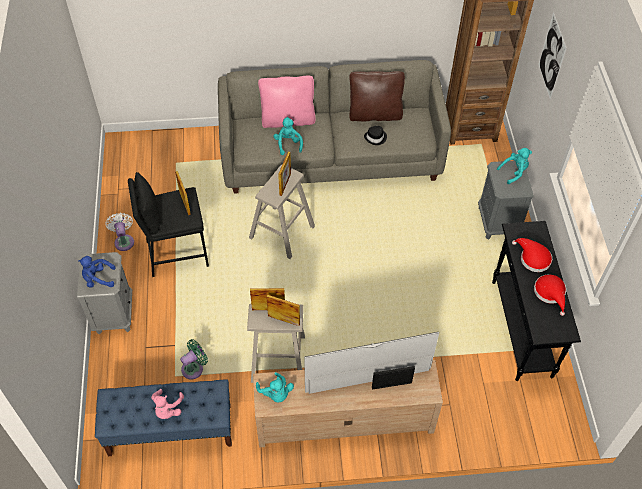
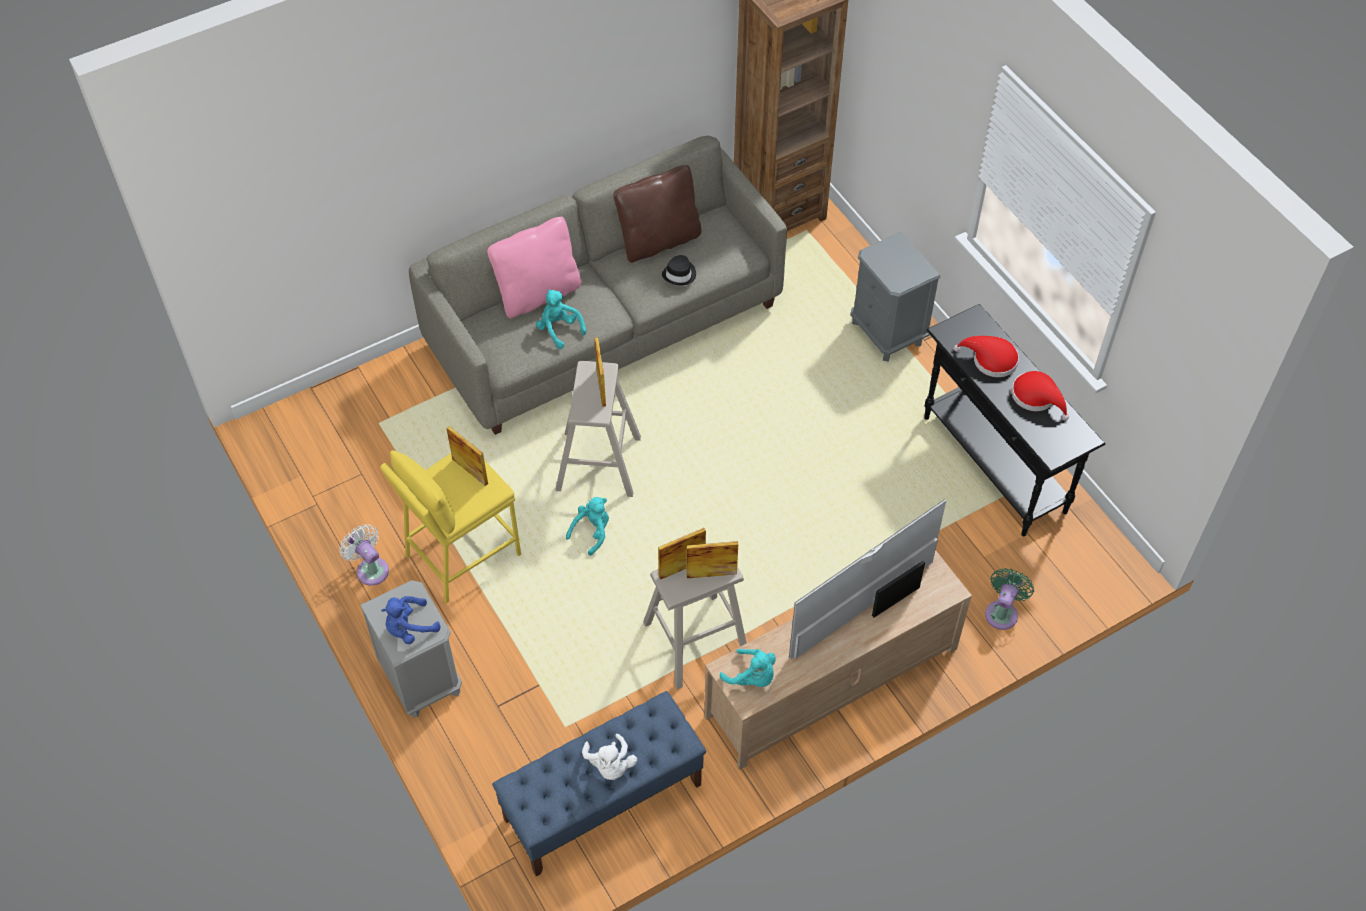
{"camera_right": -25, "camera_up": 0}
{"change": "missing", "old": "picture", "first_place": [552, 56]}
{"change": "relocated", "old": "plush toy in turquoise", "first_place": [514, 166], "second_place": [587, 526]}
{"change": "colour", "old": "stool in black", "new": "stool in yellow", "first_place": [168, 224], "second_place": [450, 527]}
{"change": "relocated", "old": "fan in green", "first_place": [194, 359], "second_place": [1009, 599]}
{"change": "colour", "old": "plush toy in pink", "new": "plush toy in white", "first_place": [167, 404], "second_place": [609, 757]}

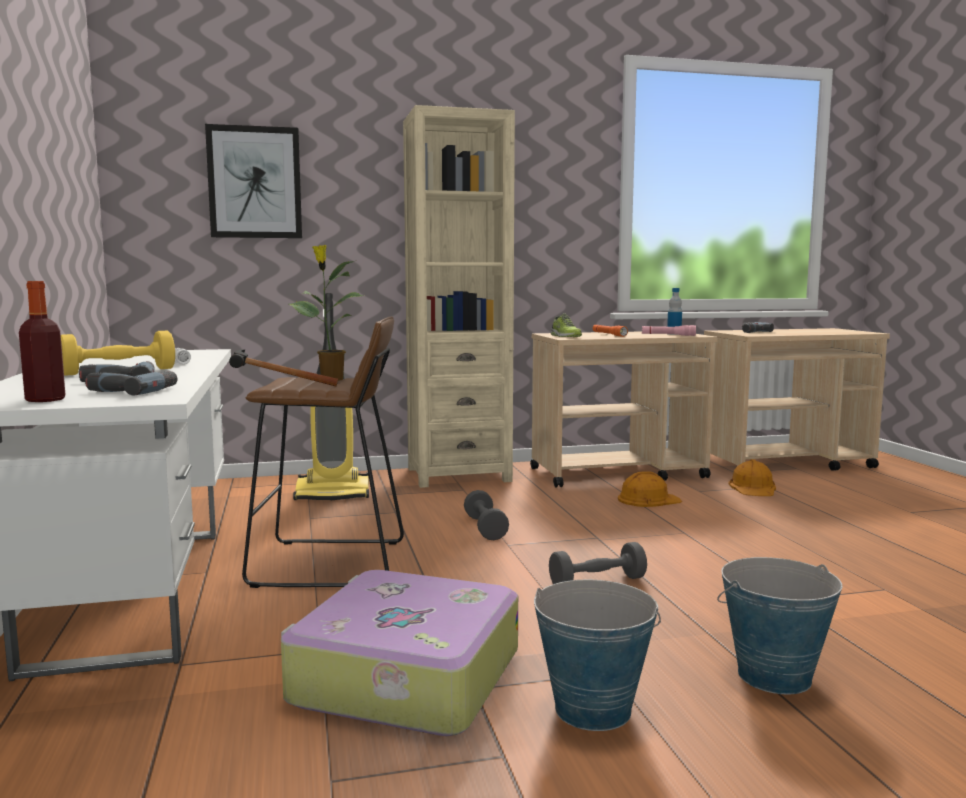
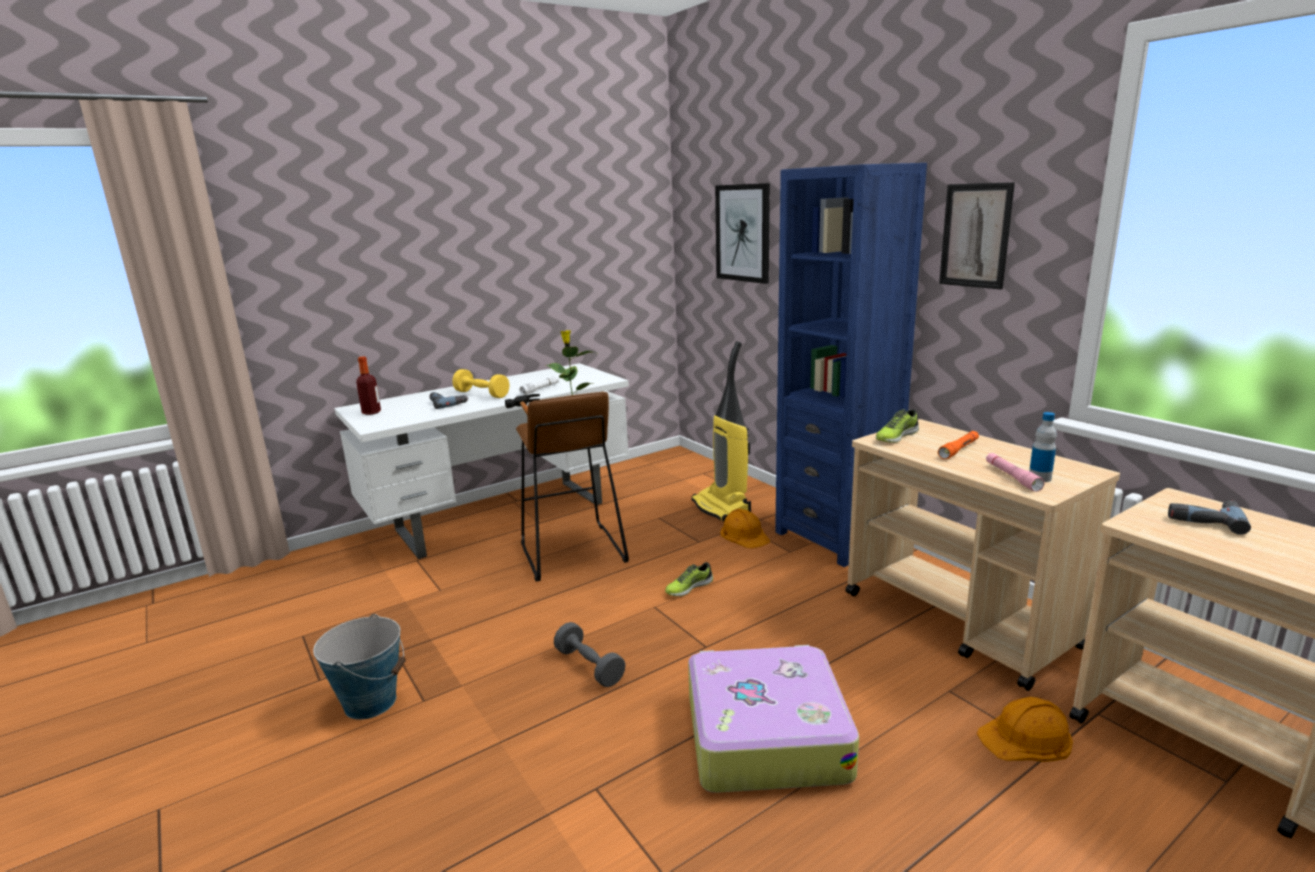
{"camera_right": 70, "camera_up": 10}
{"change": "colour", "old": "bookcase in beige", "new": "bookcase in blue", "first_place": [459, 296], "second_place": [851, 365]}
{"change": "missing", "old": "power drill", "first_place": [131, 383]}
{"change": "relocated", "old": "hard hat in orange", "first_place": [650, 489], "second_place": [745, 528]}
{"change": "exchanged", "old": "dumbbell in grey", "new": "shoe", "first_place": [486, 515], "second_place": [689, 579]}
{"change": "missing", "old": "bucket", "first_place": [779, 625]}
{"change": "relocated", "old": "suitcase", "first_place": [399, 653], "second_place": [773, 719]}
{"change": "appeared", "new": "picture", "second_place": [977, 235]}

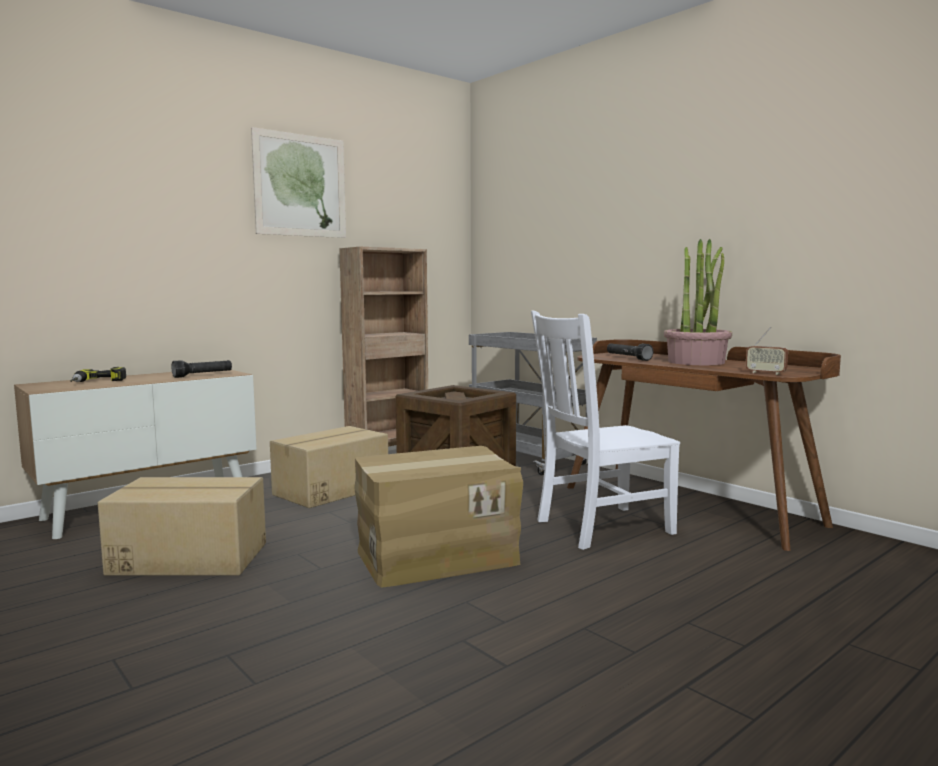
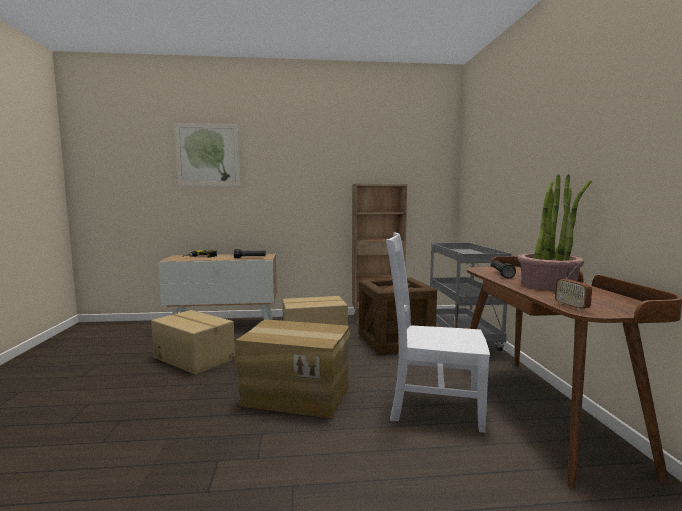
{"camera_right": 35, "camera_up": 0}
{"change": "relocated", "old": "picture", "first_place": [298, 182], "second_place": [207, 154]}

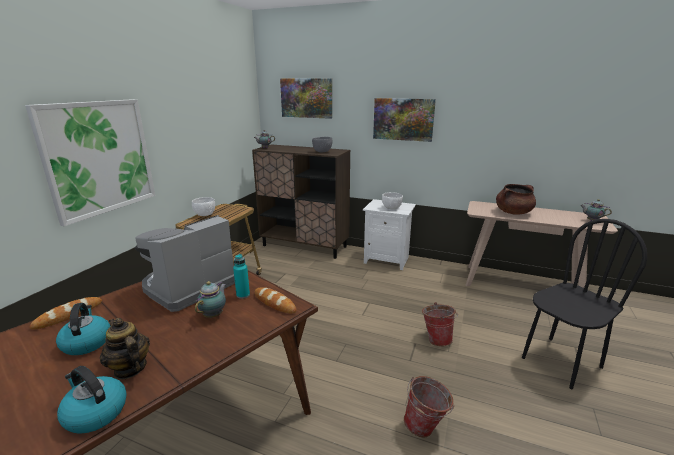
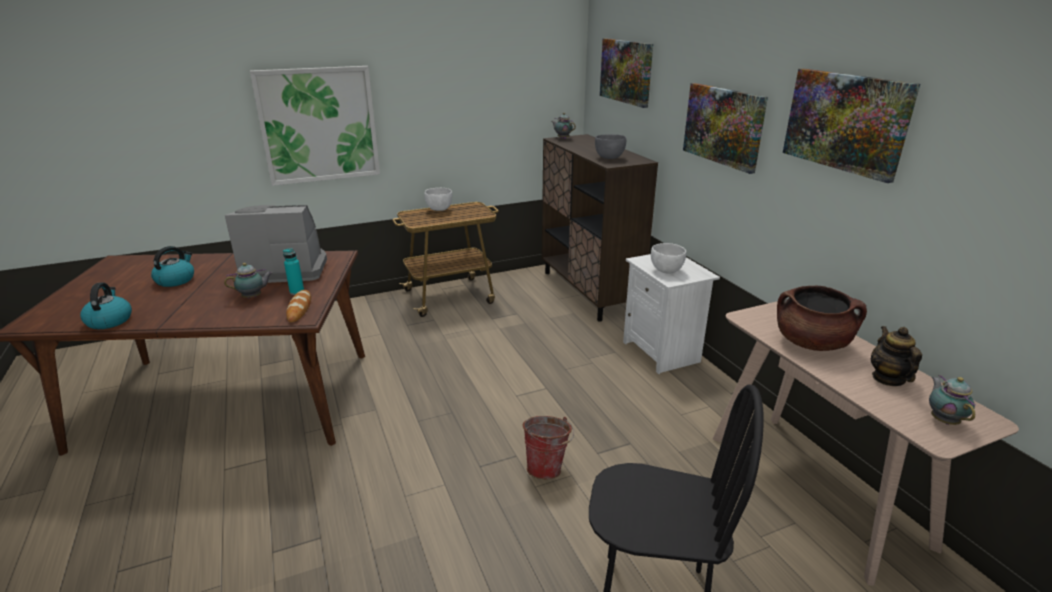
{"camera_right": 45, "camera_up": 5}
{"change": "missing", "old": "bread", "first_place": [66, 313]}
{"change": "relocated", "old": "teapot", "first_place": [125, 349], "second_place": [896, 356]}
{"change": "missing", "old": "bucket", "first_place": [429, 406]}
{"change": "appeared", "new": "picture", "second_place": [851, 126]}

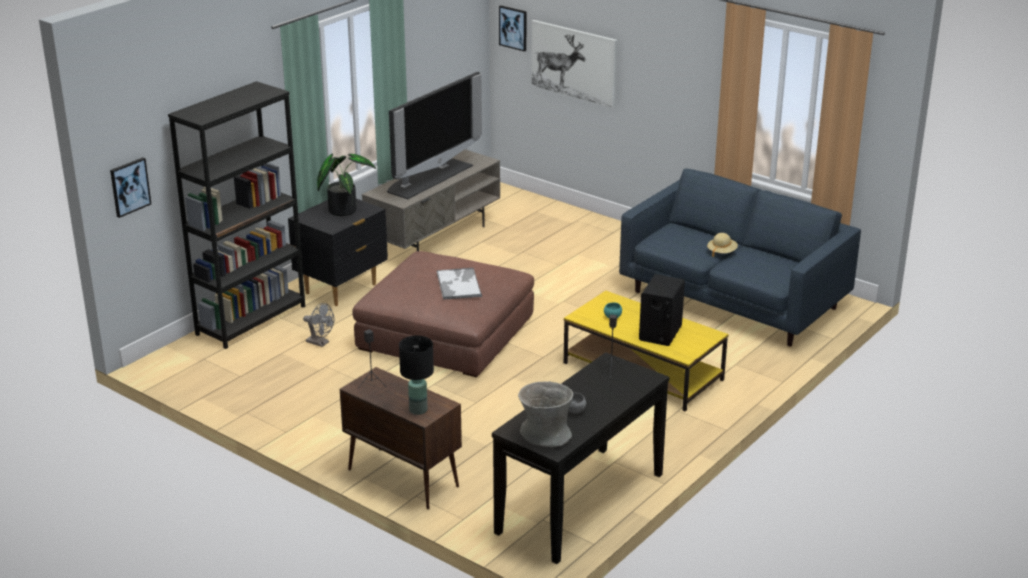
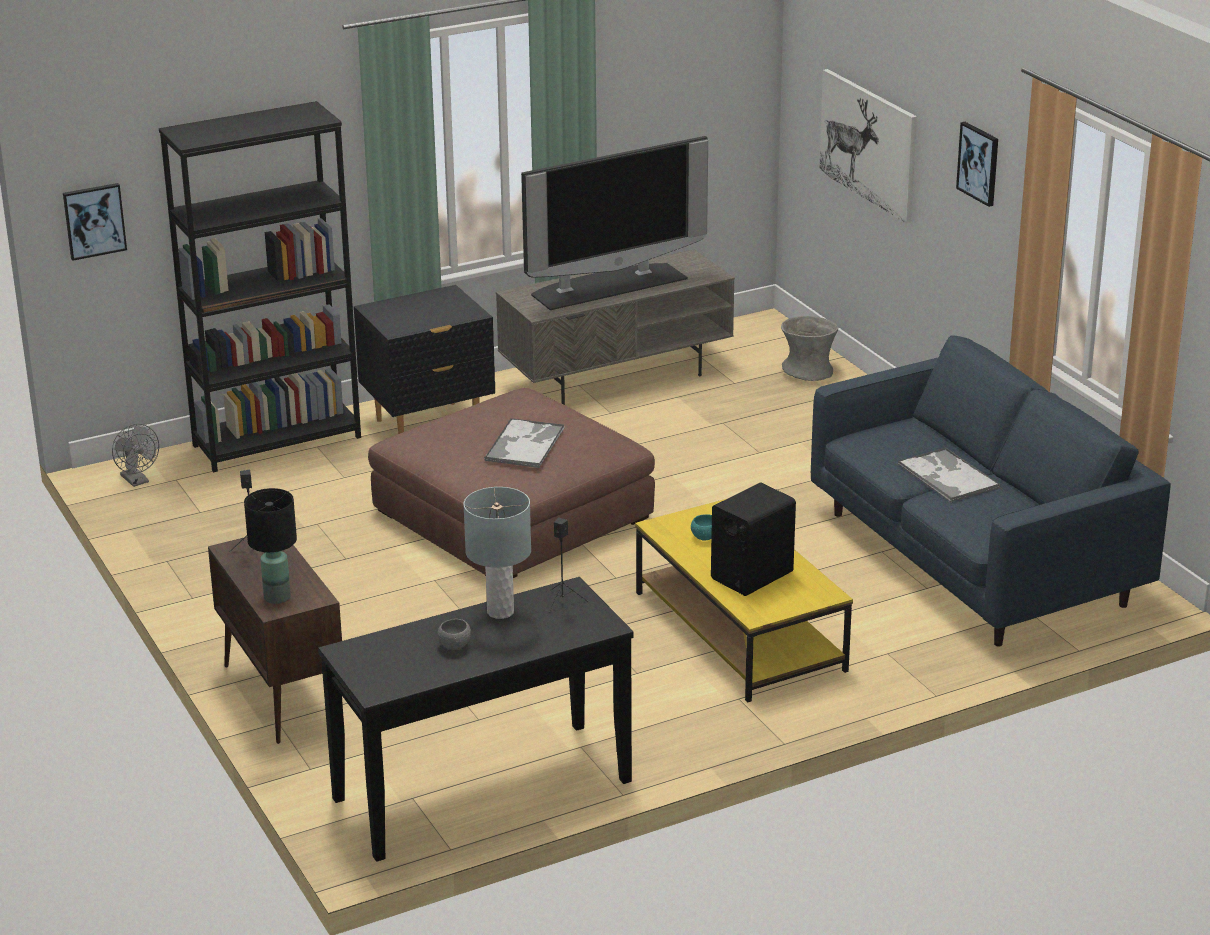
{"camera_right": 25, "camera_up": 0}
{"change": "relocated", "old": "picture", "first_place": [512, 29], "second_place": [977, 164]}
{"change": "missing", "old": "potted plant", "first_place": [346, 185]}
{"change": "exchanged", "old": "hat in beige", "new": "tray", "first_place": [722, 245], "second_place": [949, 474]}
{"change": "relocated", "old": "fan in grey", "first_place": [318, 325], "second_place": [135, 455]}
{"change": "relocated", "old": "vase in grey", "first_place": [545, 414], "second_place": [809, 348]}
{"change": "appeared", "new": "table lamp in grey", "second_place": [497, 553]}

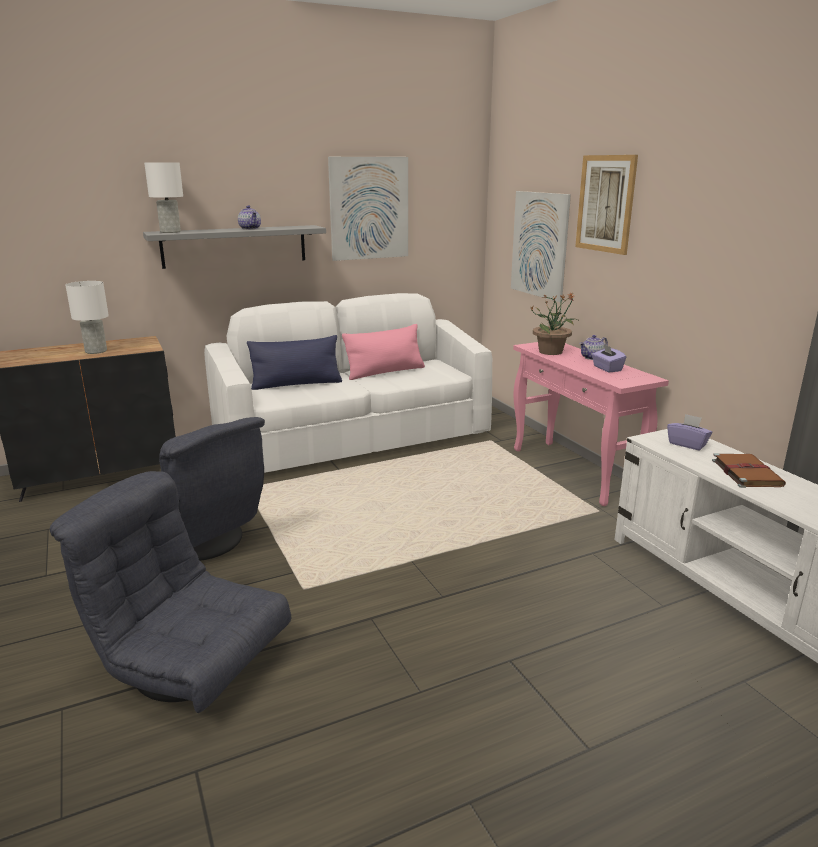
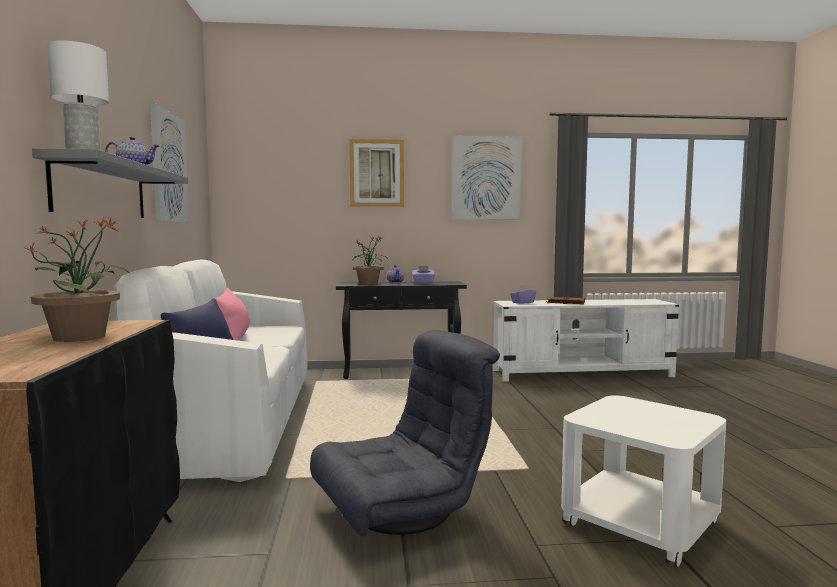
{"camera_right": -70, "camera_up": -15}
{"change": "relocated", "old": "picture", "first_place": [541, 246], "second_place": [487, 177]}
{"change": "exchanged", "old": "table lamp in white", "new": "potted plant", "first_place": [87, 317], "second_place": [76, 279]}
{"change": "colour", "old": "console table in pink", "new": "console table in black", "first_place": [591, 424], "second_place": [401, 330]}
{"change": "exchanged", "old": "armchair in grey", "new": "side table in white", "first_place": [170, 592], "second_place": [643, 481]}

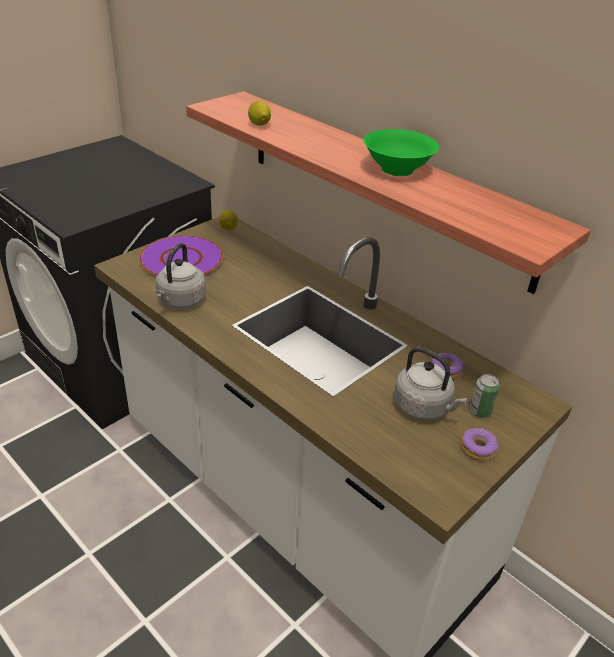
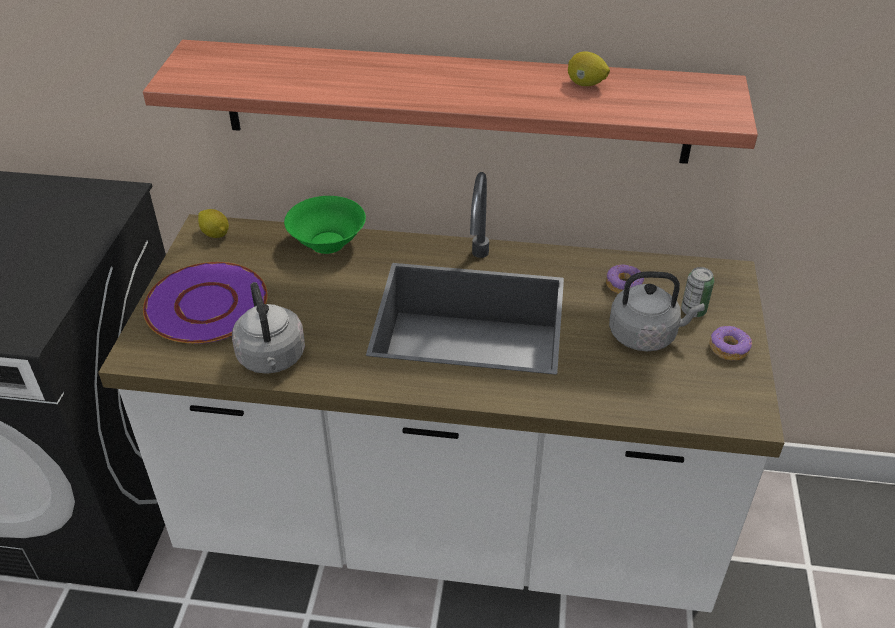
{"camera_right": -35, "camera_up": 5}
{"change": "relocated", "old": "lemon", "first_place": [259, 113], "second_place": [589, 69]}
{"change": "relocated", "old": "bowl in green", "first_place": [401, 152], "second_place": [325, 225]}

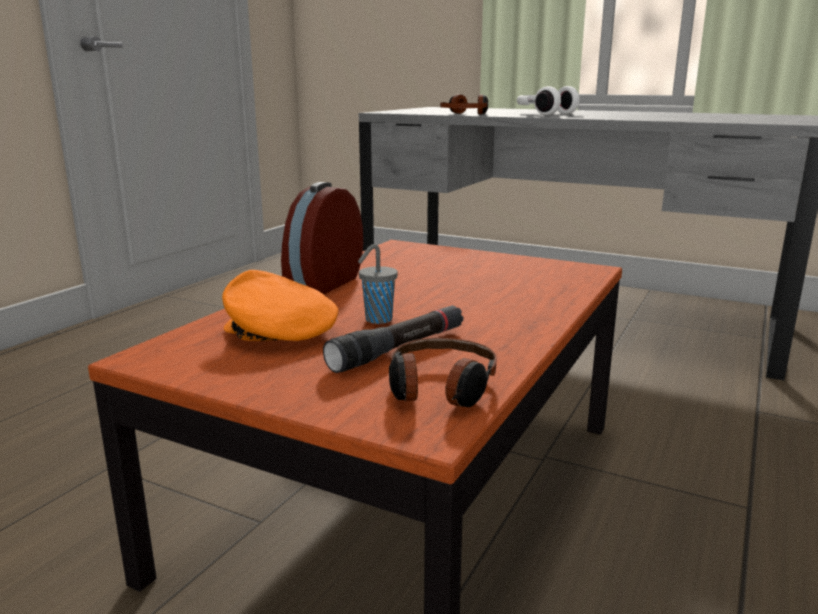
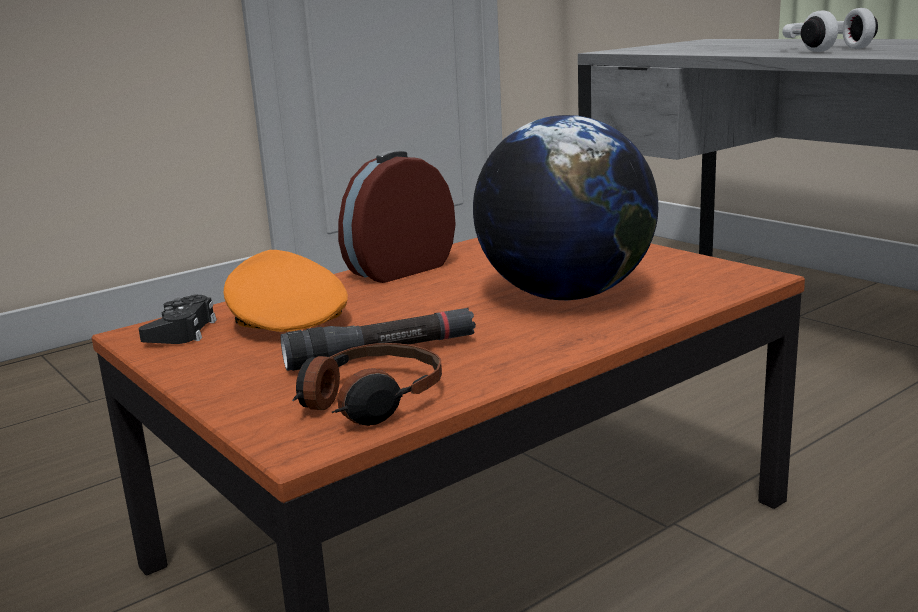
{"camera_right": 25, "camera_up": 0}
{"change": "missing", "old": "headphones", "first_place": [464, 104]}
{"change": "missing", "old": "cup in grey", "first_place": [378, 284]}
{"change": "appeared", "new": "globe", "second_place": [565, 207]}
{"change": "appeared", "new": "game controller in black", "second_place": [177, 319]}

